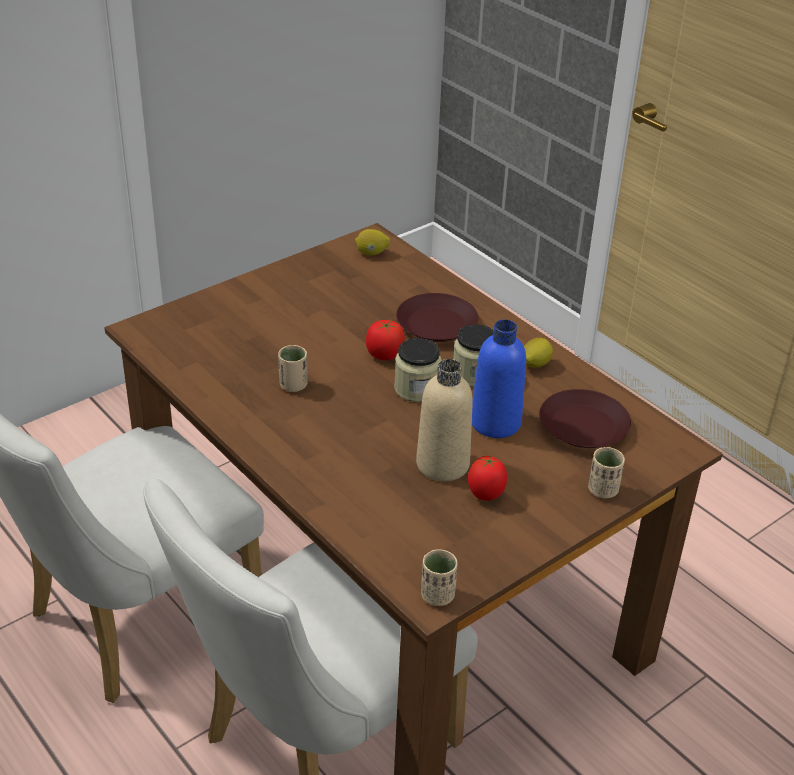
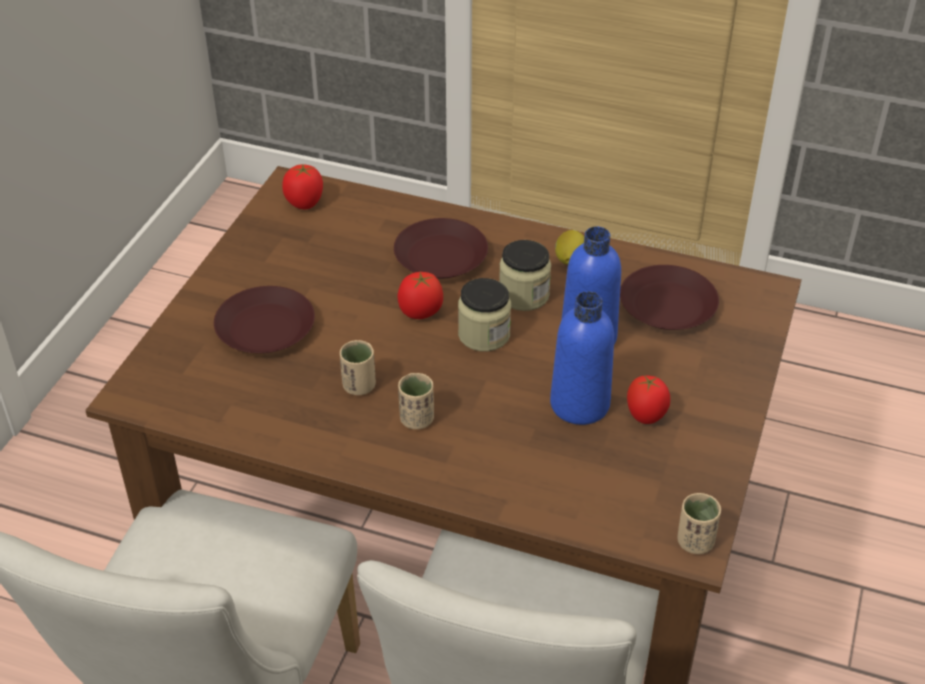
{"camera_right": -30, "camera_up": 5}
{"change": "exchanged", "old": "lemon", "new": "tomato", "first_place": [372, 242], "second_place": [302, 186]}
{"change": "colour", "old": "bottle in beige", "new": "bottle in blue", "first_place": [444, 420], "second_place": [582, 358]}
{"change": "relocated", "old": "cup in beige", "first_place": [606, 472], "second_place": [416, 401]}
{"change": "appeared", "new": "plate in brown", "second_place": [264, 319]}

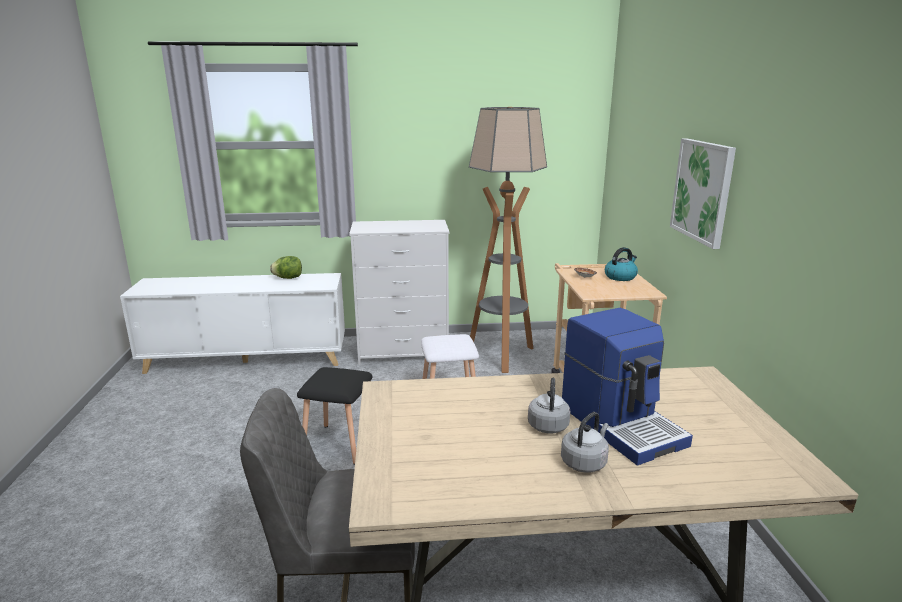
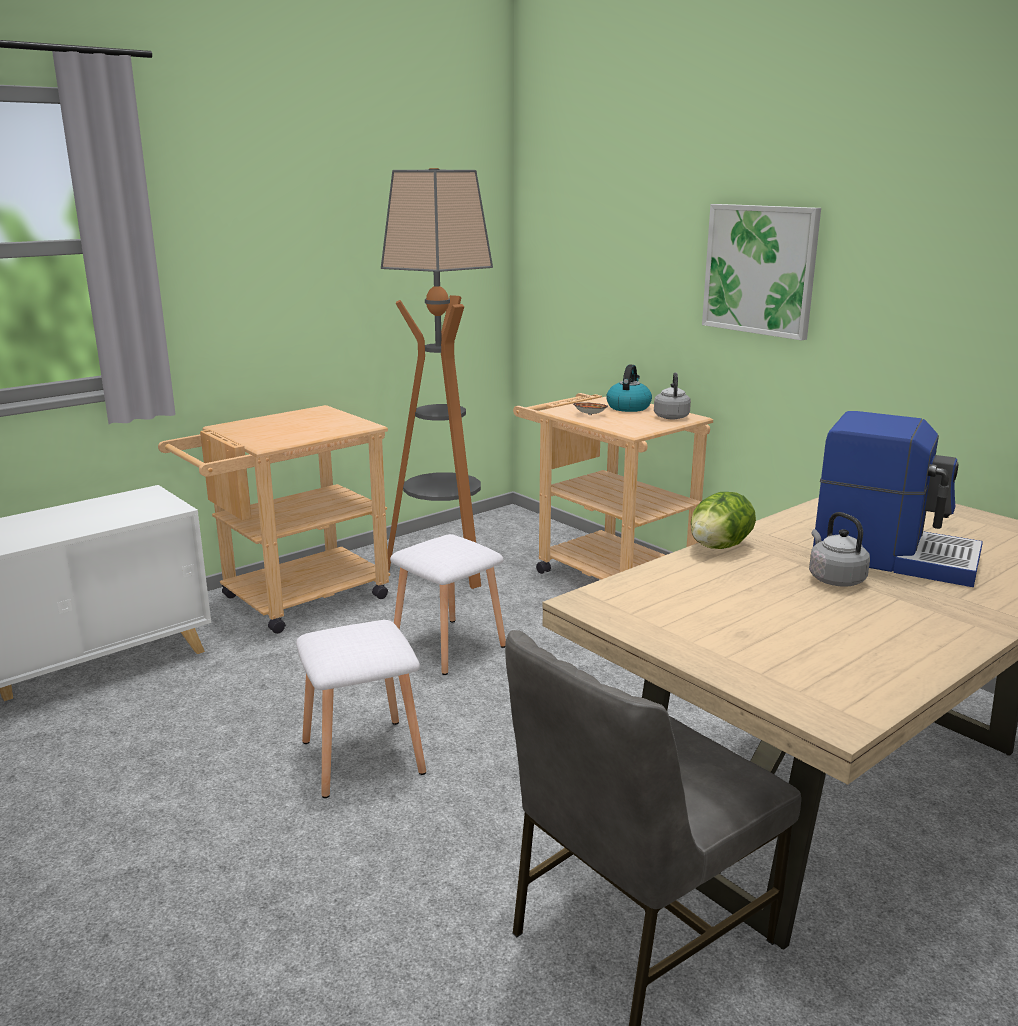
{"camera_right": -35, "camera_up": 0}
{"change": "exchanged", "old": "dresser in white", "new": "cart in beige", "first_place": [399, 292], "second_place": [274, 519]}
{"change": "relocated", "old": "lettuce", "first_place": [286, 267], "second_place": [723, 520]}
{"change": "colour", "old": "stool in black", "new": "stool in white", "first_place": [334, 416], "second_place": [361, 709]}
{"change": "relocated", "old": "kettle in grey", "first_place": [585, 442], "second_place": [672, 395]}

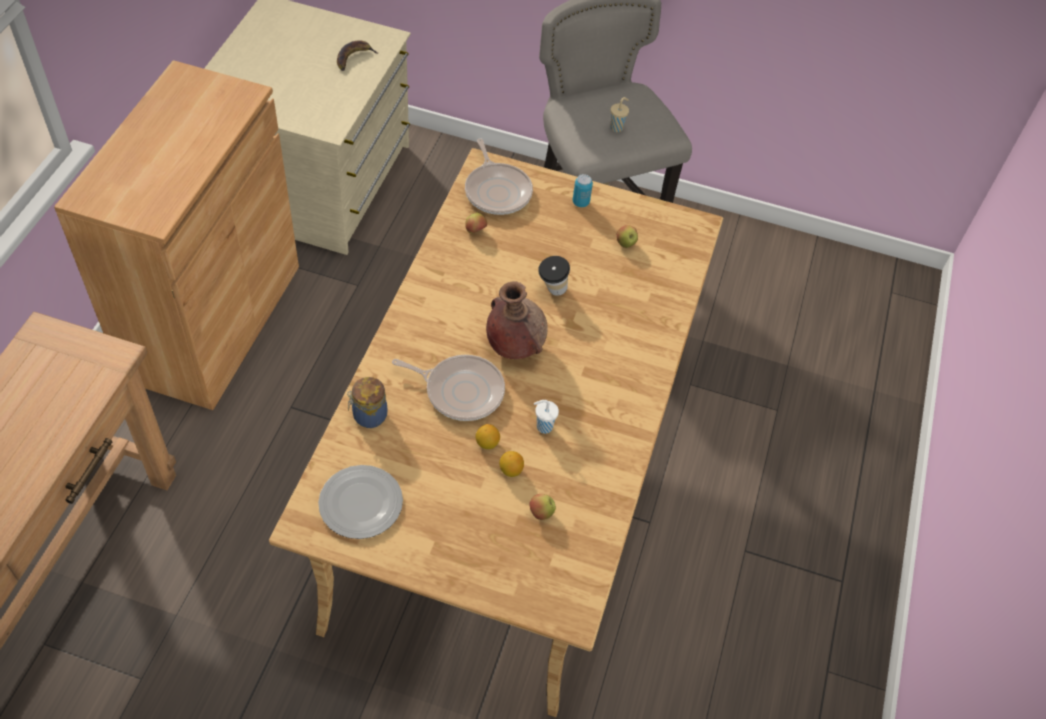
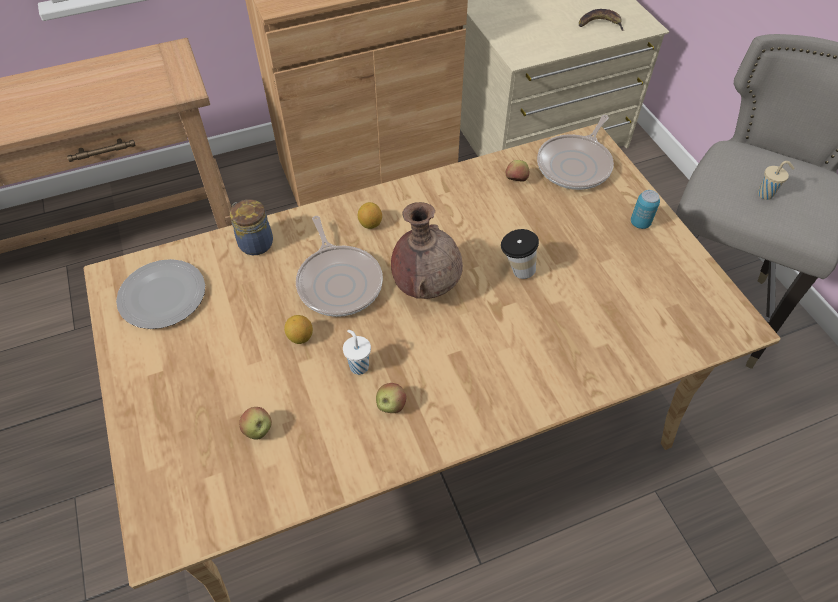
{"camera_right": 55, "camera_up": 0}
{"change": "relocated", "old": "apple", "first_place": [627, 236], "second_place": [391, 398]}
{"change": "relocated", "old": "lemon", "first_place": [511, 464], "second_place": [370, 215]}

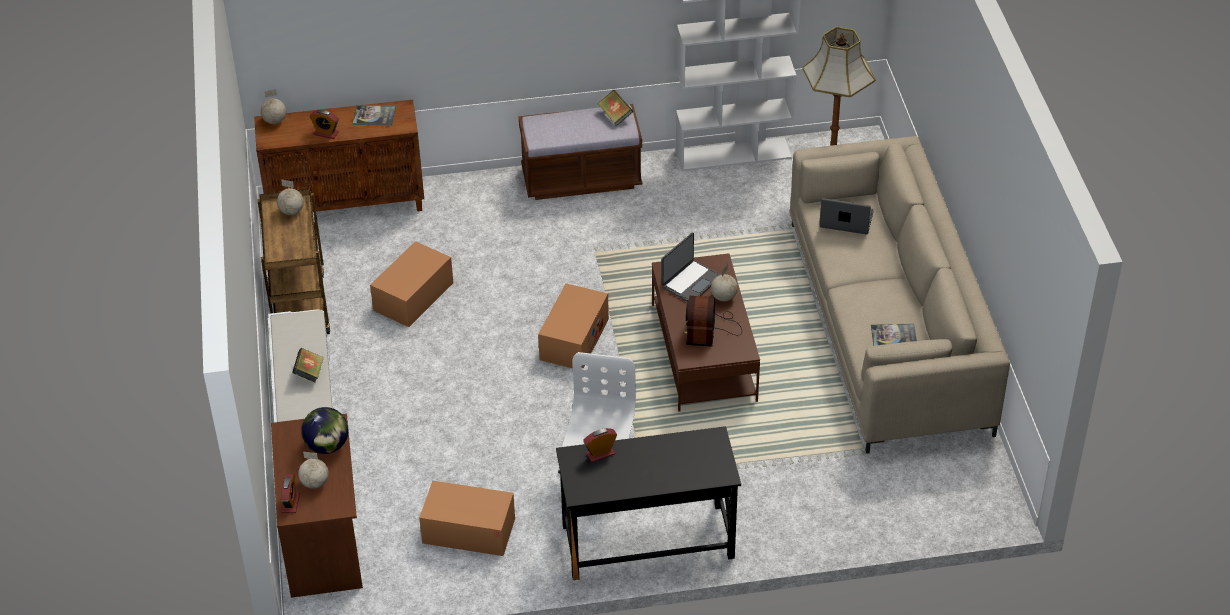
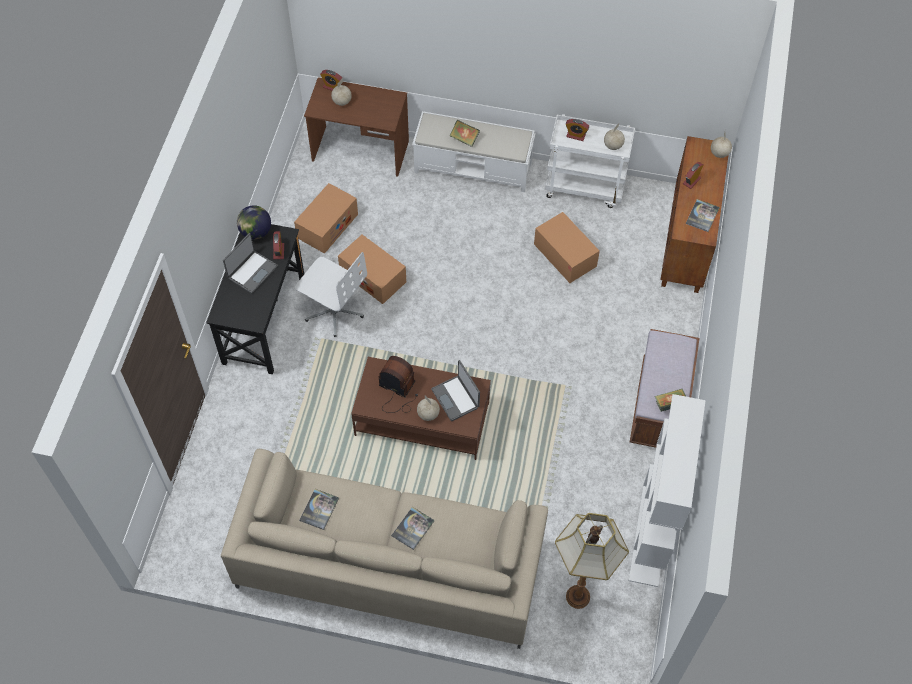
{"camera_right": 110, "camera_up": 15}
{"change": "colour", "old": "cart in brown", "new": "cart in white", "first_place": [293, 261], "second_place": [590, 161]}
{"change": "relocated", "old": "laptop", "first_place": [846, 216], "second_place": [250, 263]}
{"change": "relocated", "old": "cardboard box", "first_place": [573, 326], "second_place": [372, 269]}
{"change": "relocated", "old": "globe", "first_place": [324, 430], "second_place": [254, 222]}
{"change": "appeared", "new": "alarm clock", "second_place": [577, 130]}
{"change": "appeared", "new": "book", "second_place": [413, 528]}

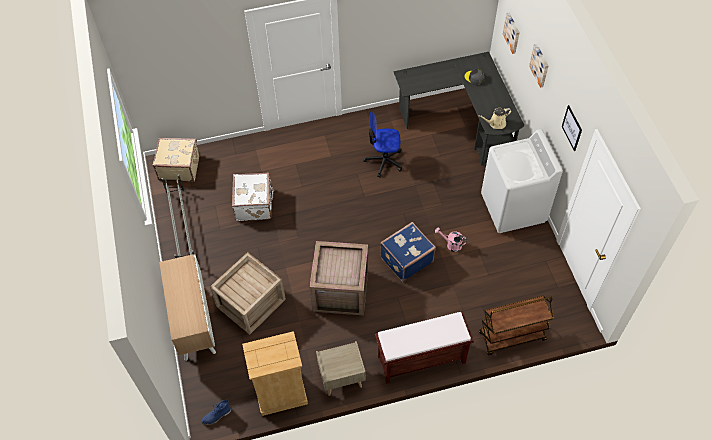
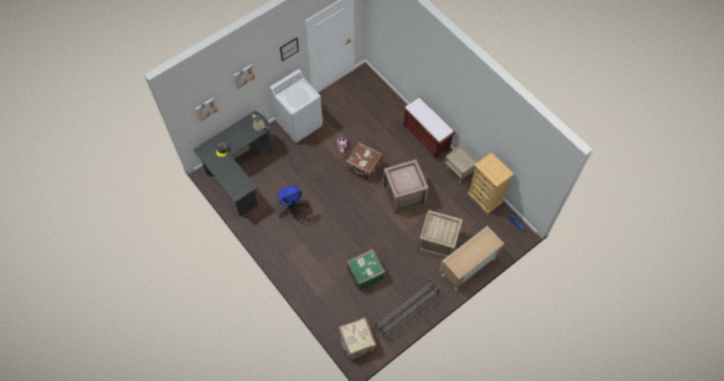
{"camera_right": -115, "camera_up": 5}
{"change": "colour", "old": "suitcase in white", "new": "suitcase in green", "first_place": [253, 197], "second_place": [366, 270]}
{"change": "colour", "old": "suitcase in blue", "new": "suitcase in brown", "first_place": [408, 252], "second_place": [364, 162]}
{"change": "missing", "old": "cart in brown", "first_place": [516, 325]}

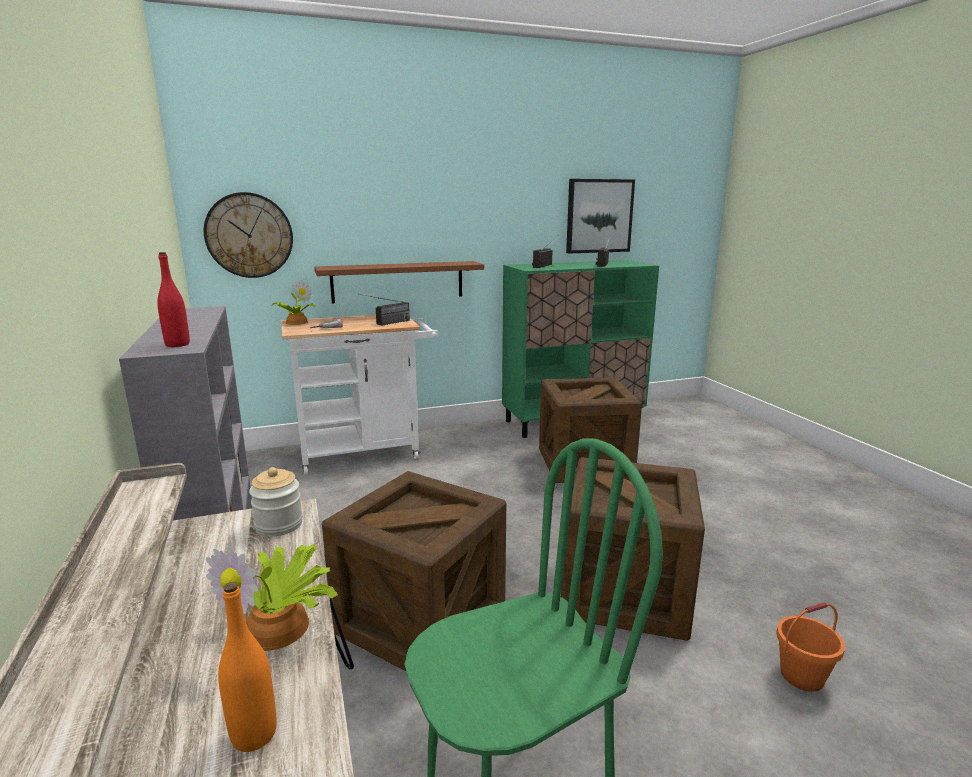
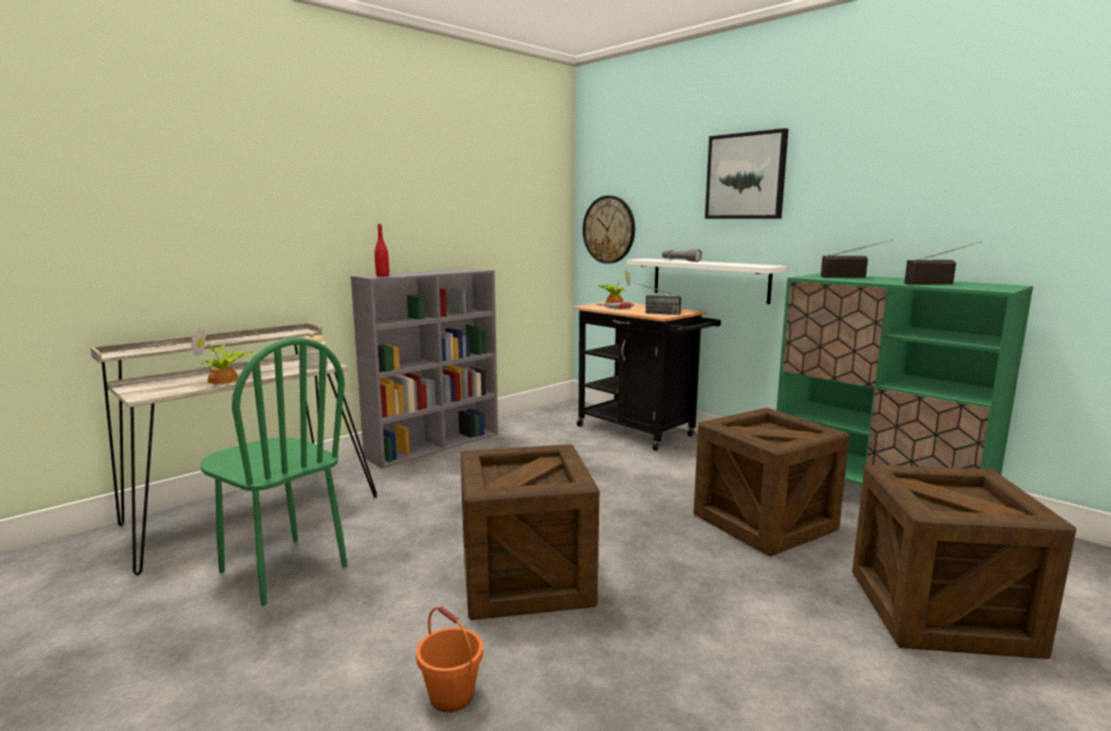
{"camera_right": 65, "camera_up": -5}
{"change": "relocated", "old": "picture", "first_place": [600, 216], "second_place": [746, 173]}
{"change": "colour", "old": "shelf in brown", "new": "shelf in white", "first_place": [399, 282], "second_place": [706, 281]}
{"change": "colour", "old": "cart in white", "new": "cart in black", "first_place": [360, 395], "second_place": [647, 376]}
{"change": "relocated", "old": "crate", "first_place": [414, 571], "second_place": [964, 561]}
{"change": "missing", "old": "bottle in orange", "first_place": [247, 667]}
{"change": "appeared", "new": "flashlight in grey", "second_place": [682, 255]}

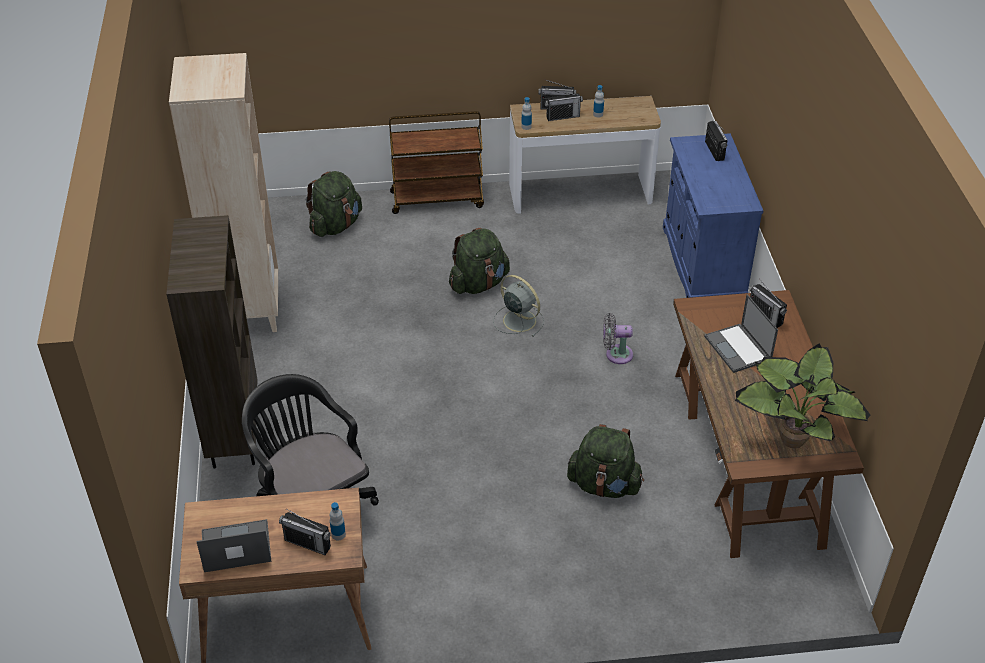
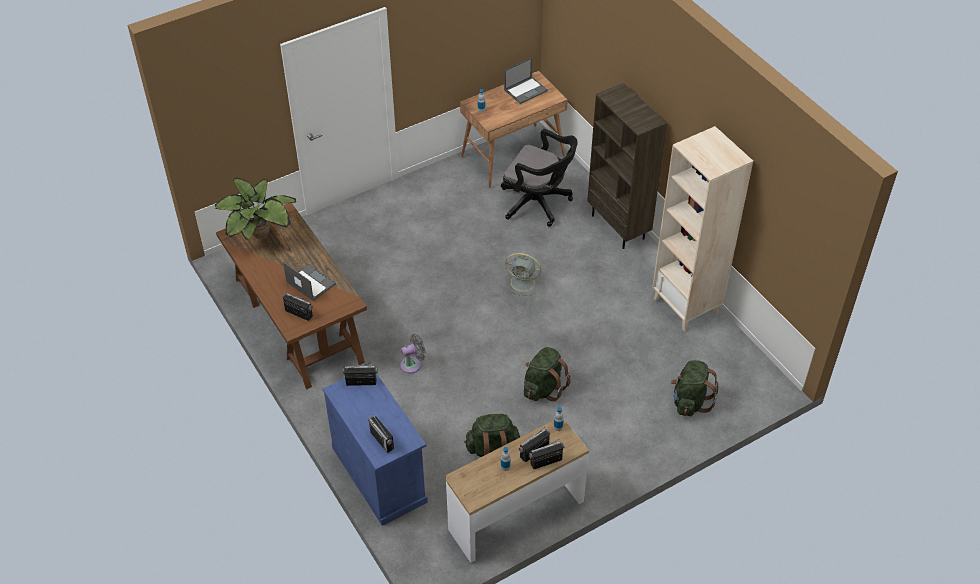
{"camera_right": 155, "camera_up": 5}
{"change": "missing", "old": "cart in brown", "first_place": [436, 162]}
{"change": "relocated", "old": "fan in grey", "first_place": [518, 306], "second_place": [523, 274]}
{"change": "relocated", "old": "backpack in green", "first_place": [605, 461], "second_place": [492, 435]}
{"change": "relocated", "old": "radio", "first_place": [305, 532], "second_place": [360, 374]}

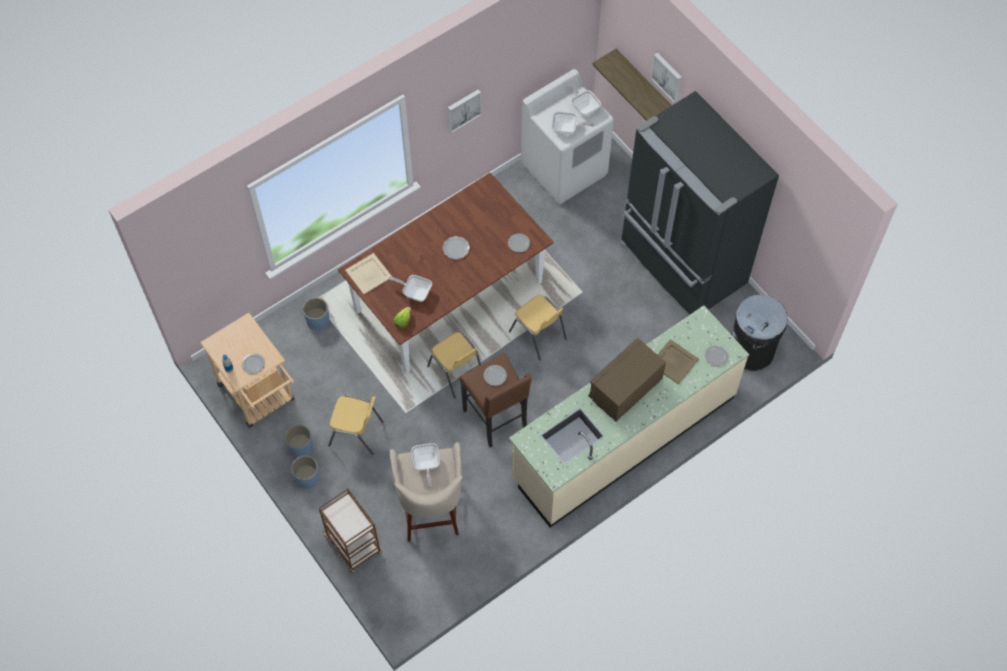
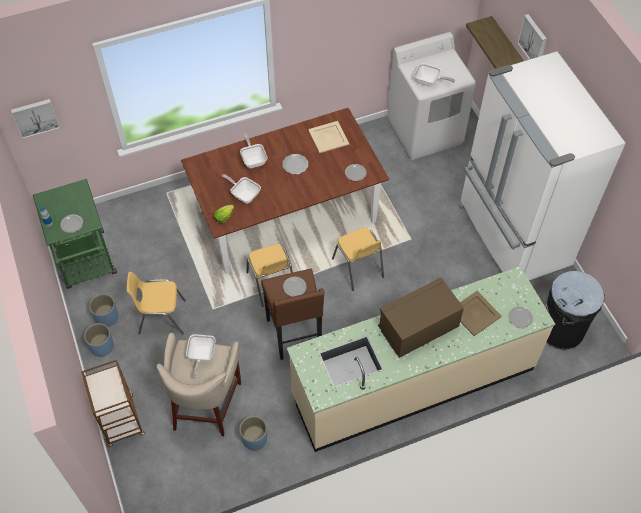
{"camera_right": 15, "camera_up": -5}
{"change": "relocated", "old": "frying pan", "first_place": [584, 99], "second_place": [253, 150]}
{"change": "relocated", "old": "picture", "first_place": [464, 111], "second_place": [35, 119]}
{"change": "colour", "old": "fridge in black", "new": "fridge in white", "first_place": [699, 203], "second_place": [541, 166]}
{"change": "relocated", "old": "tray in beige", "first_place": [368, 273], "second_place": [328, 137]}
{"change": "relocated", "old": "planter in blue", "first_place": [316, 314], "second_place": [253, 433]}
{"change": "colour", "old": "cart in beige", "new": "cart in green", "first_place": [247, 370], "second_place": [75, 234]}
{"change": "spun", "old": "chair in yellow", "first_place": [356, 425], "second_place": [156, 303], "degrees": 150}

